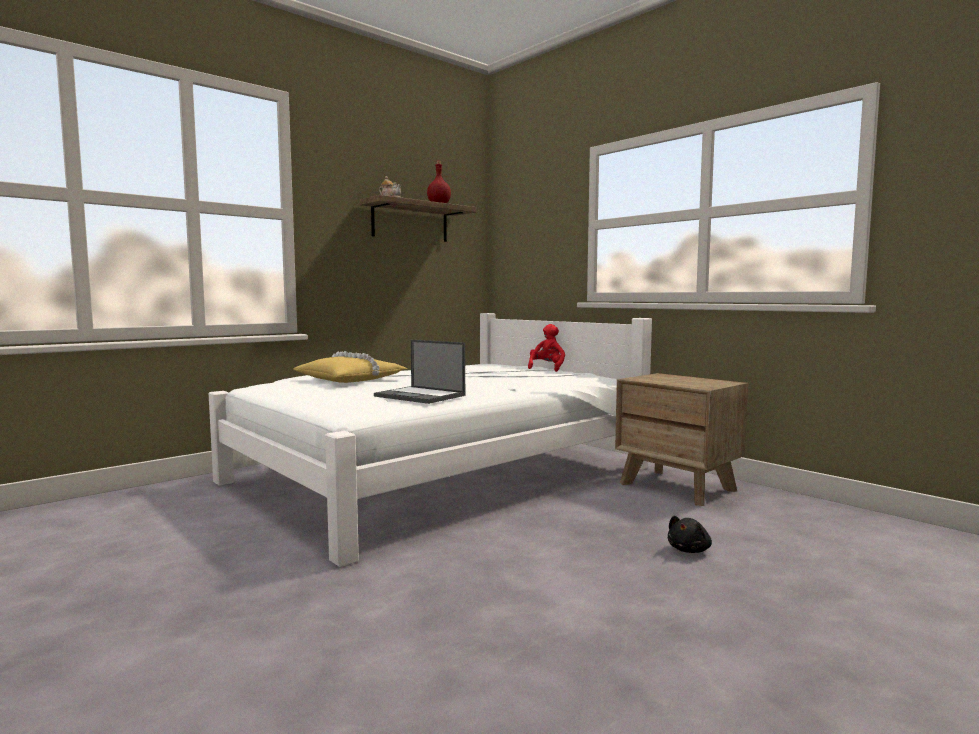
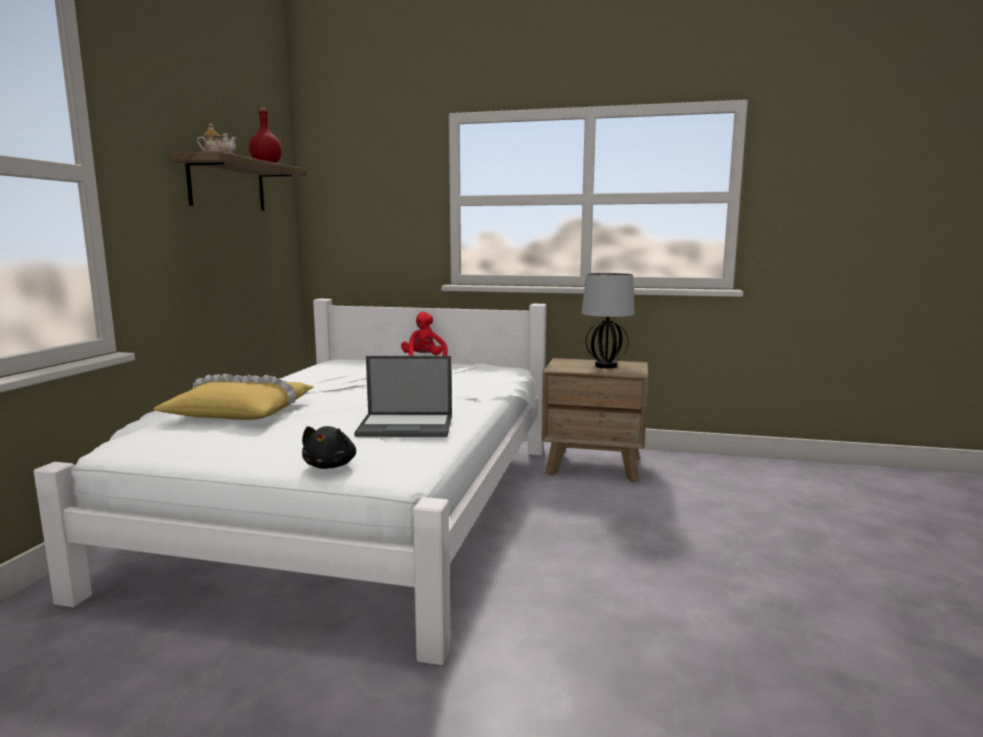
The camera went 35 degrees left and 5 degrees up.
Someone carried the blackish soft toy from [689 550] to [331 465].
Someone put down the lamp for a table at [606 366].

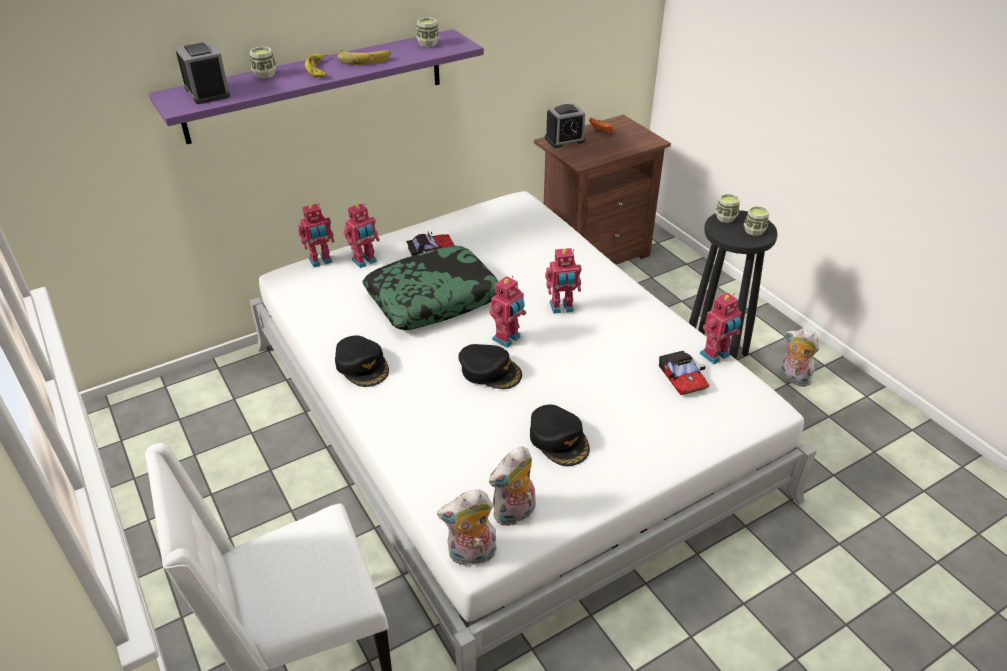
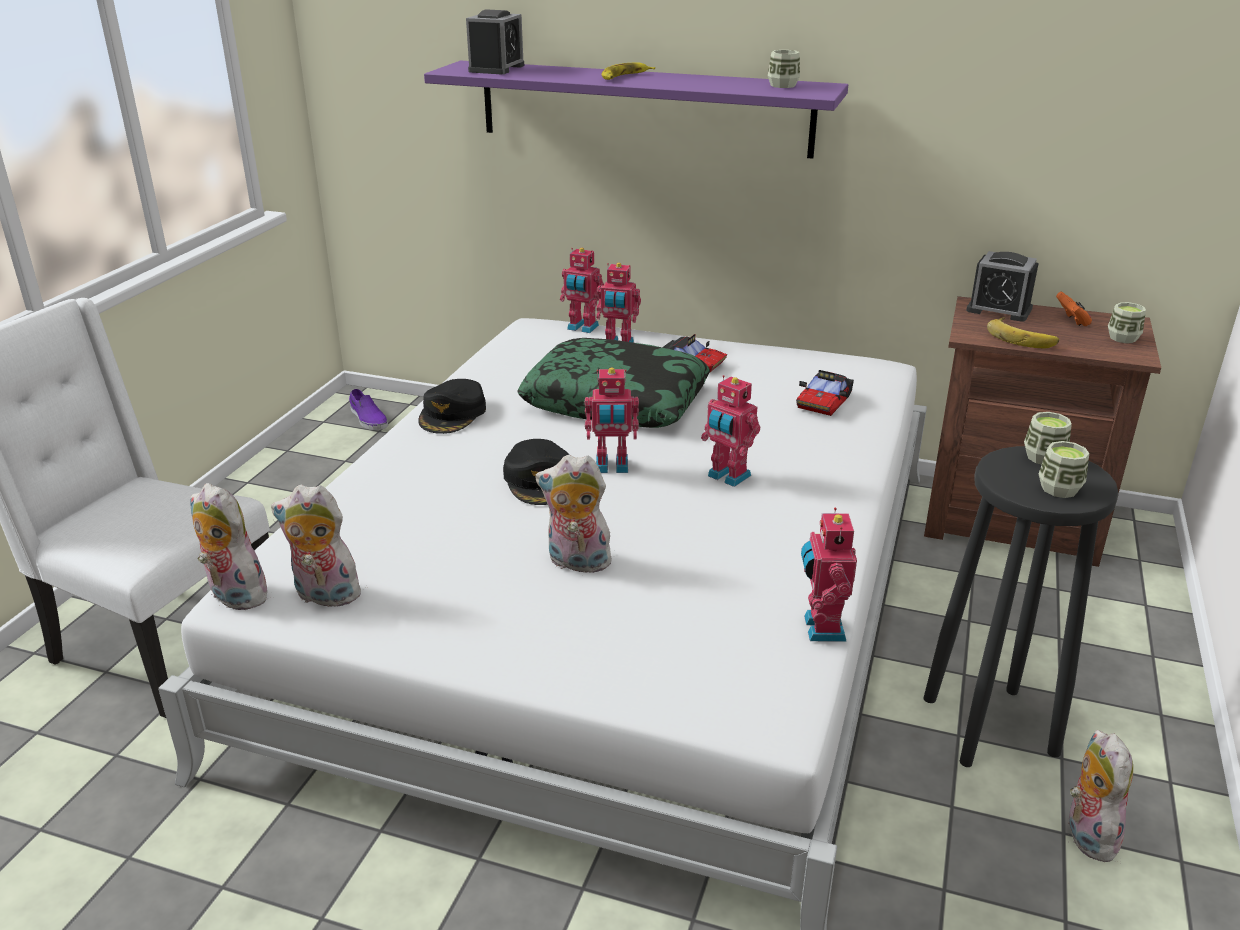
The camera went 50 degrees right and 10 degrees down.
Someone carried the drinking cup from [265 75] to [1122 338].
Someone carried the whole banana from [364 58] to [1022 337].
Someone took away the blackish baseball cap at [559 440].
Someone carried the model car from [682 378] to [824 401].
Someone rotated the model robot at [716 355] by 75 degrees clockwise.
Someone put down the purple-coloured shoe at [368 418].
Someone put down the soft toy at [576 563].

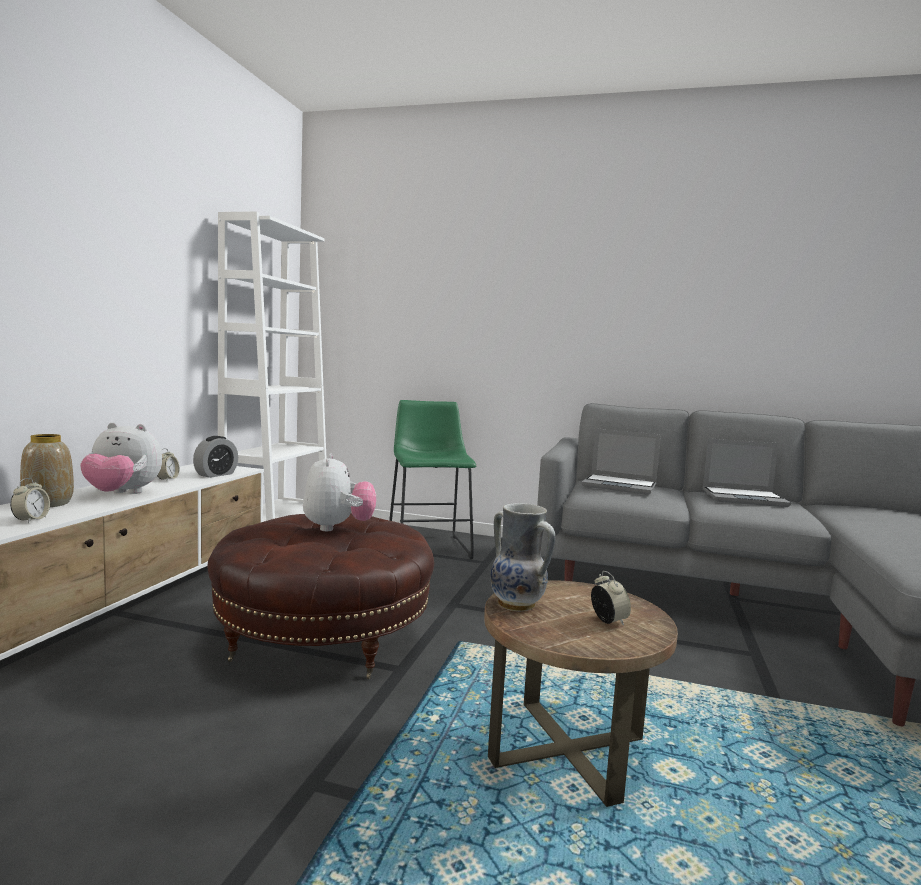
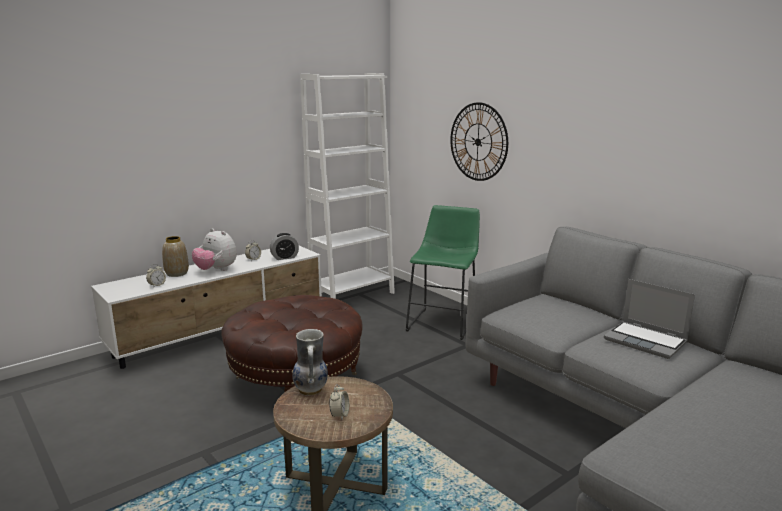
The camera went 35 degrees right and 10 degrees up.
Someone took away the soft toy at [338 528].
Someone took away the notebook computer at [620 486].
Someone put up the hanging clock at [478 142].

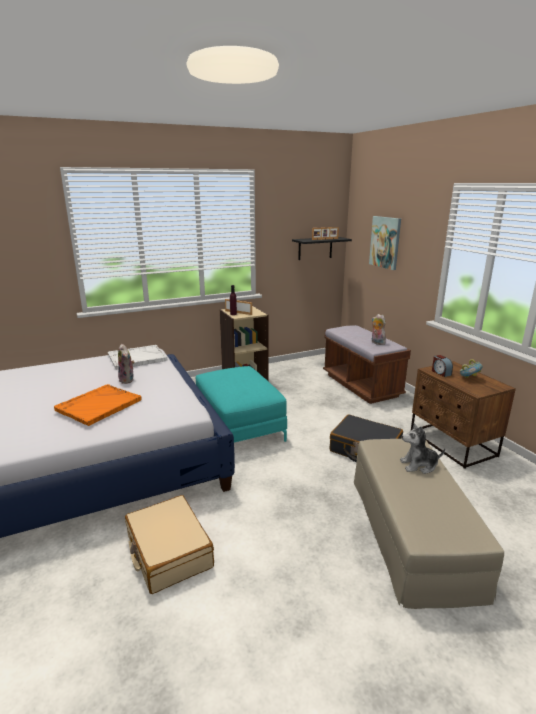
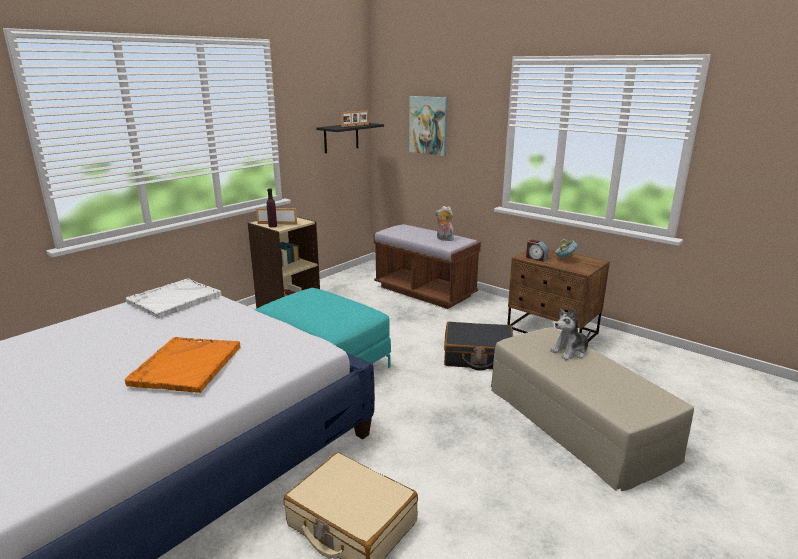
The camera went 25 degrees left and 0 degrees up.
Someone took away the soft toy at [128 380].

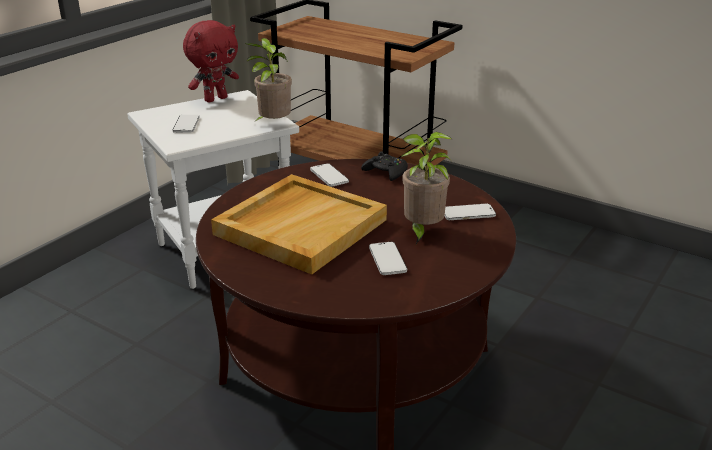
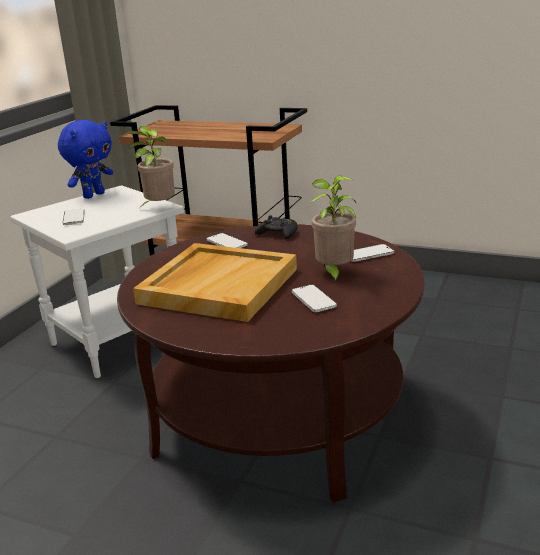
The camera went 10 degrees left and 5 degrees down.
Someone repainted the red soft toy at [215 99], which became the bluish soft toy at [93 195].

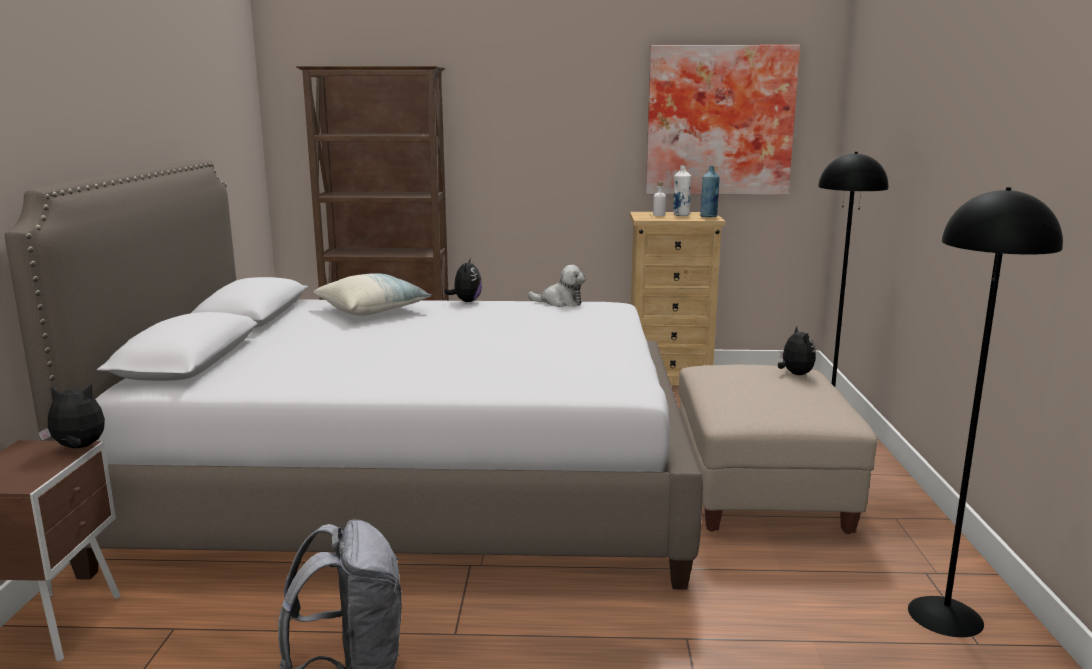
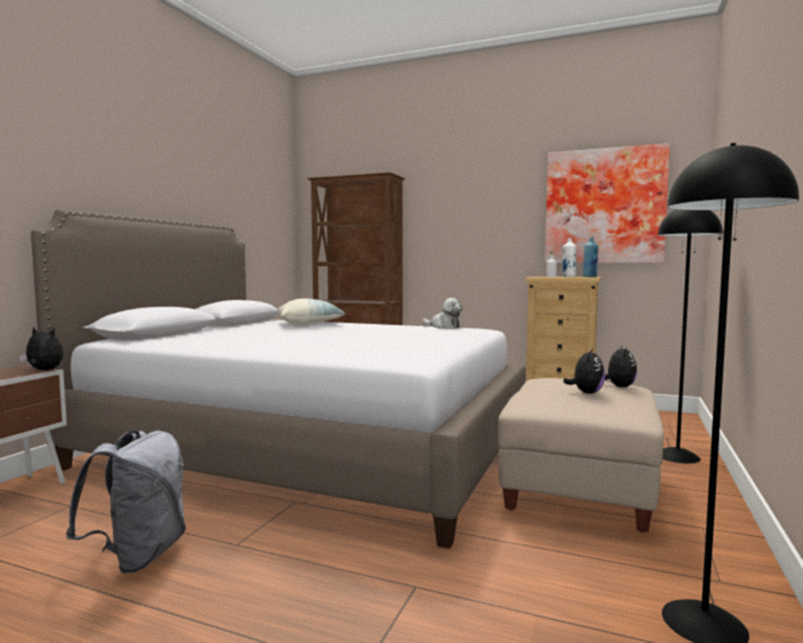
The camera went 20 degrees right and 10 degrees down.
Someone carried the soft toy from [466 301] to [586 393].

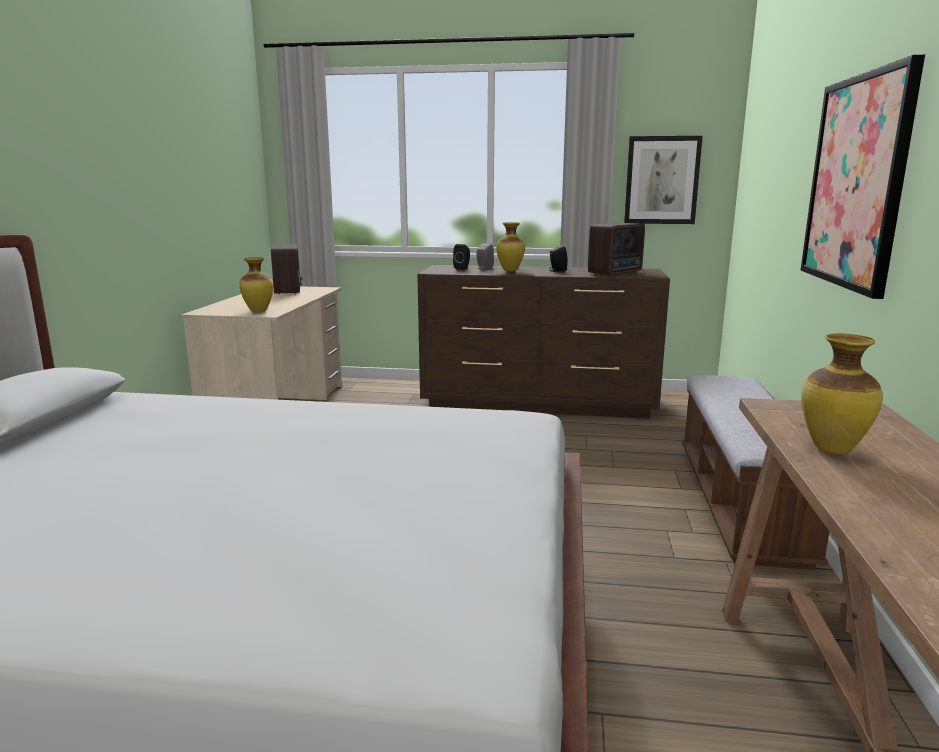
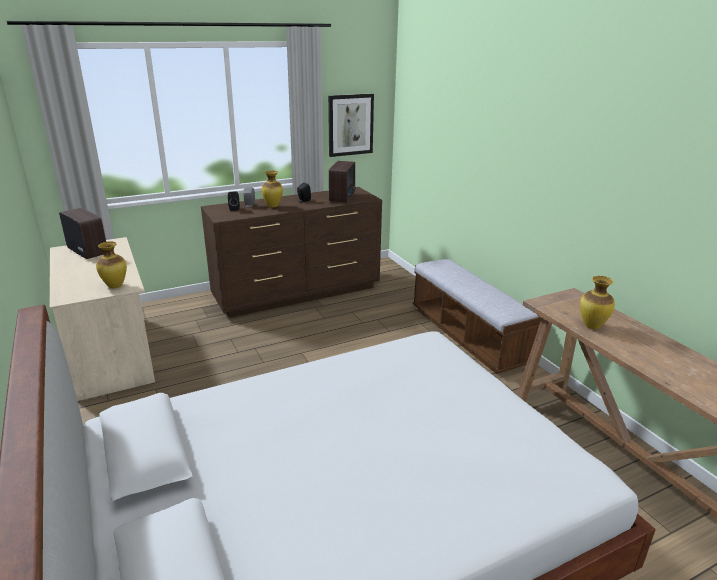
The camera went 35 degrees left and 10 degrees up.
Someone took away the wall art at [856 182].

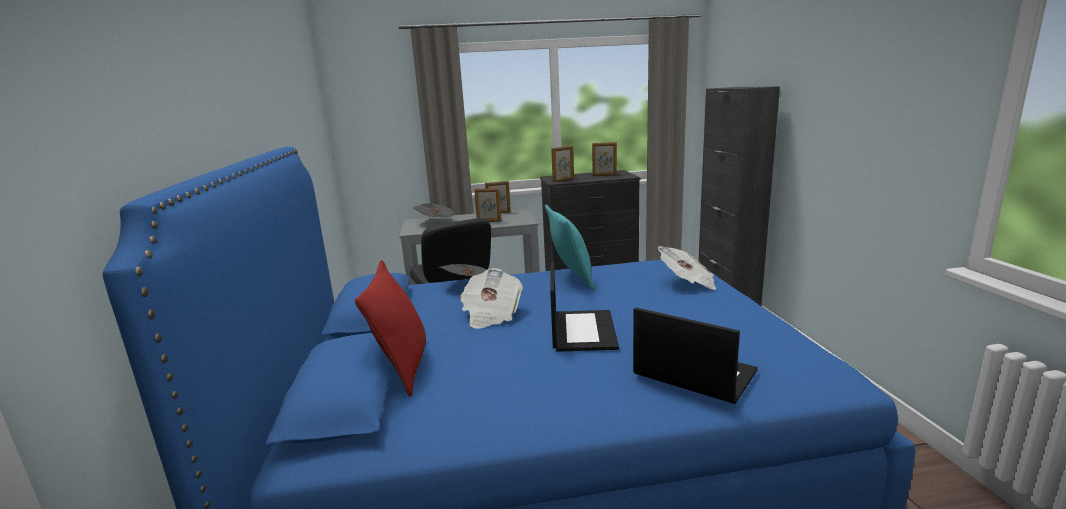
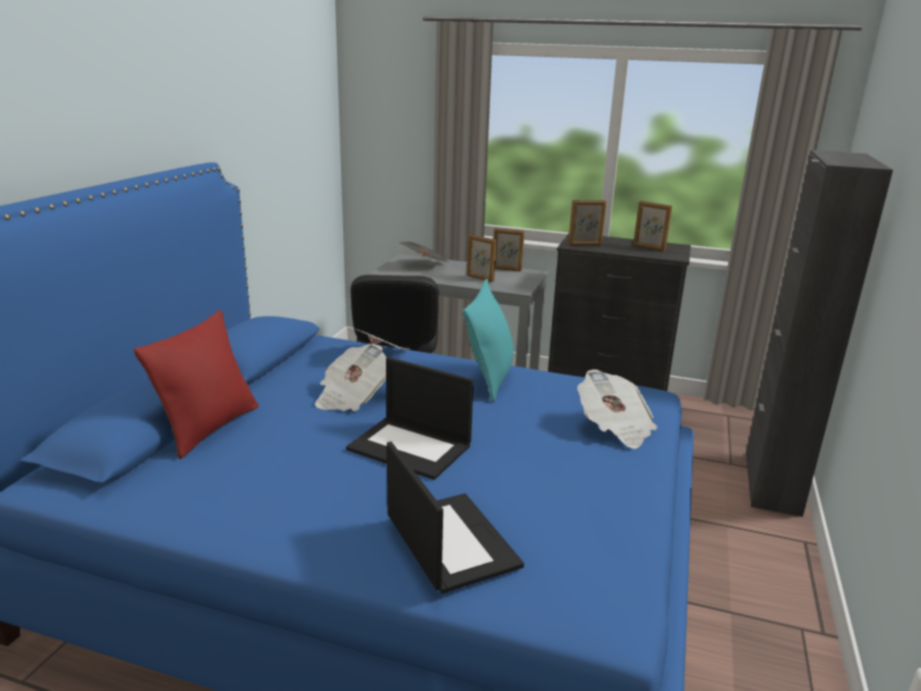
The camera went 25 degrees right and 5 degrees up.
Someone rotated the notebook computer at [582 330] by 90 degrees clockwise.

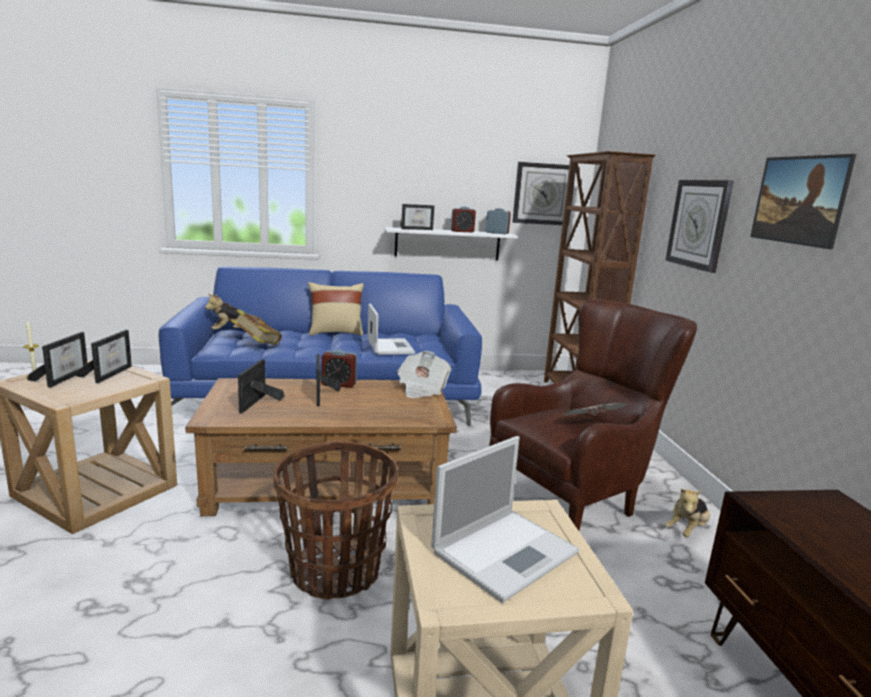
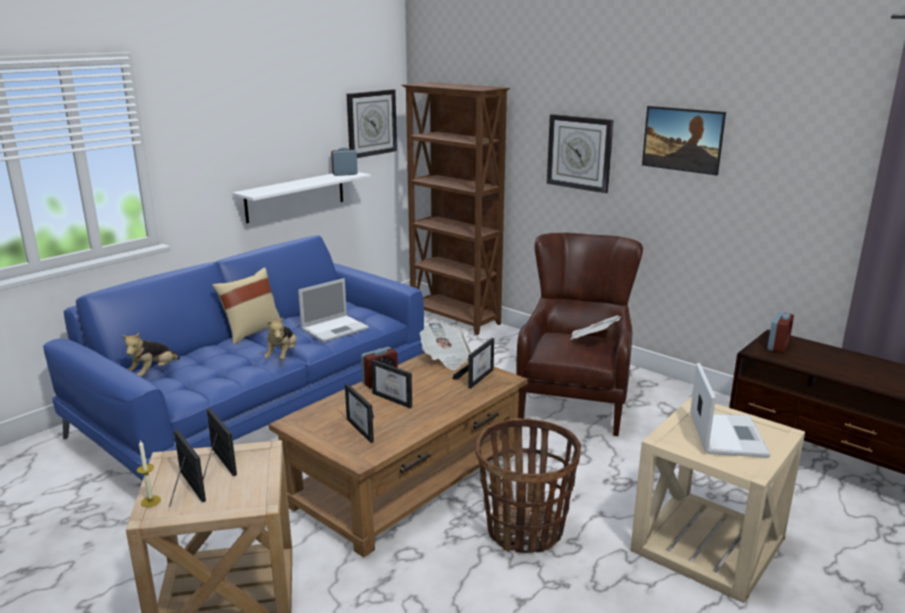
The camera went 40 degrees left and 5 degrees up.
Someone took away the volume at [257 345].
Someone rotated the notebook computer at [389 347] by 105 degrees clockwise.
Someone carried the photo frame from [416 229] to [477 377].
Someone carried the alarm clock from [462 231] to [778 346].
Someone carried the soft toy from [687 530] to [282 356].

